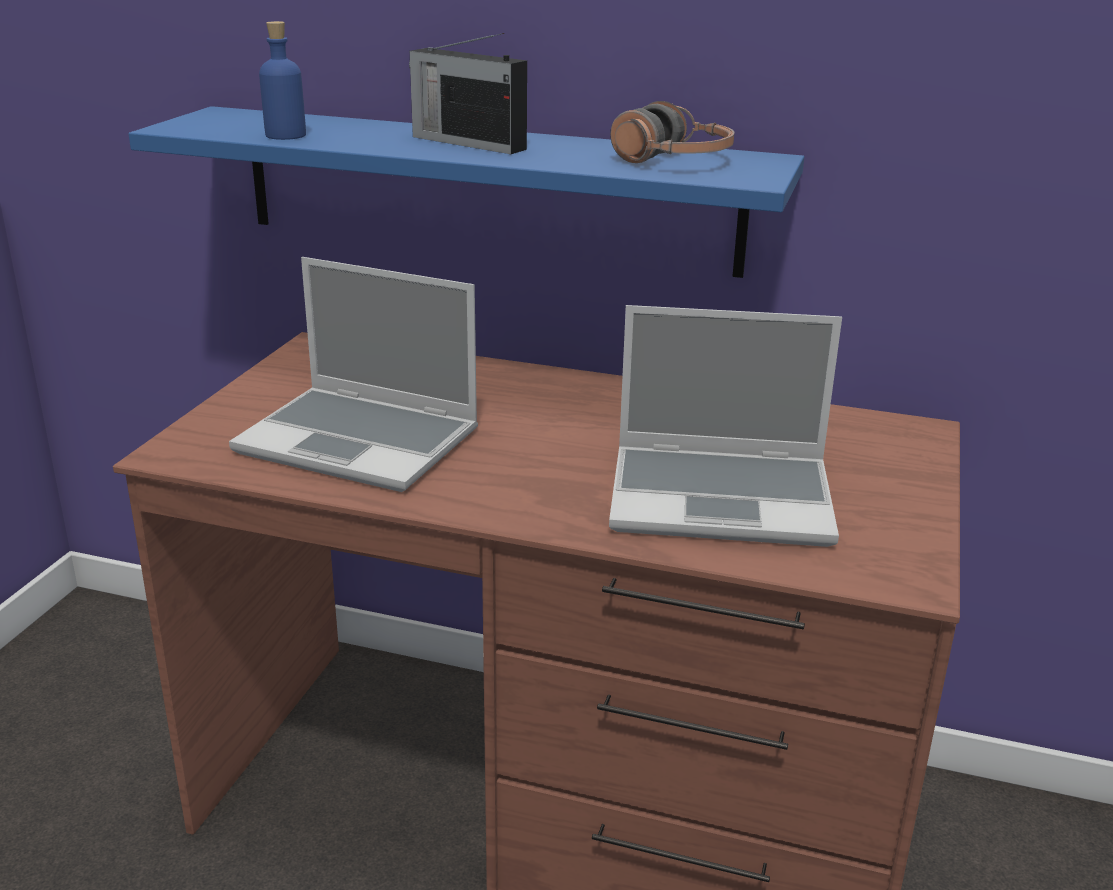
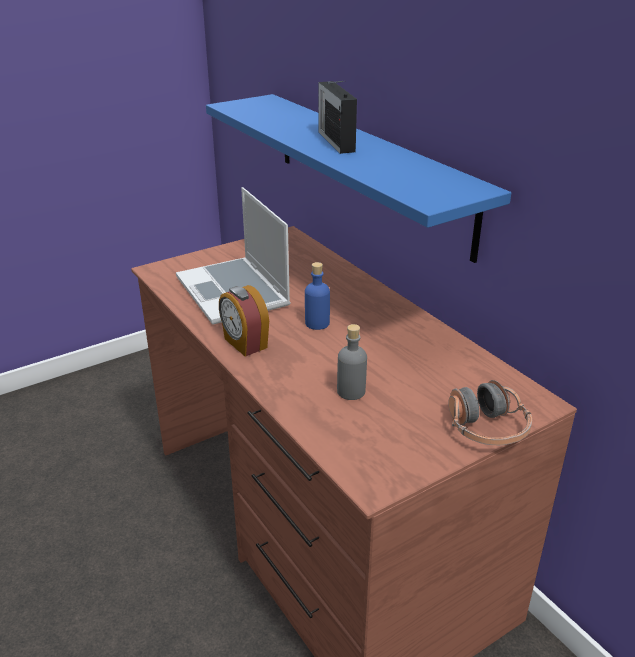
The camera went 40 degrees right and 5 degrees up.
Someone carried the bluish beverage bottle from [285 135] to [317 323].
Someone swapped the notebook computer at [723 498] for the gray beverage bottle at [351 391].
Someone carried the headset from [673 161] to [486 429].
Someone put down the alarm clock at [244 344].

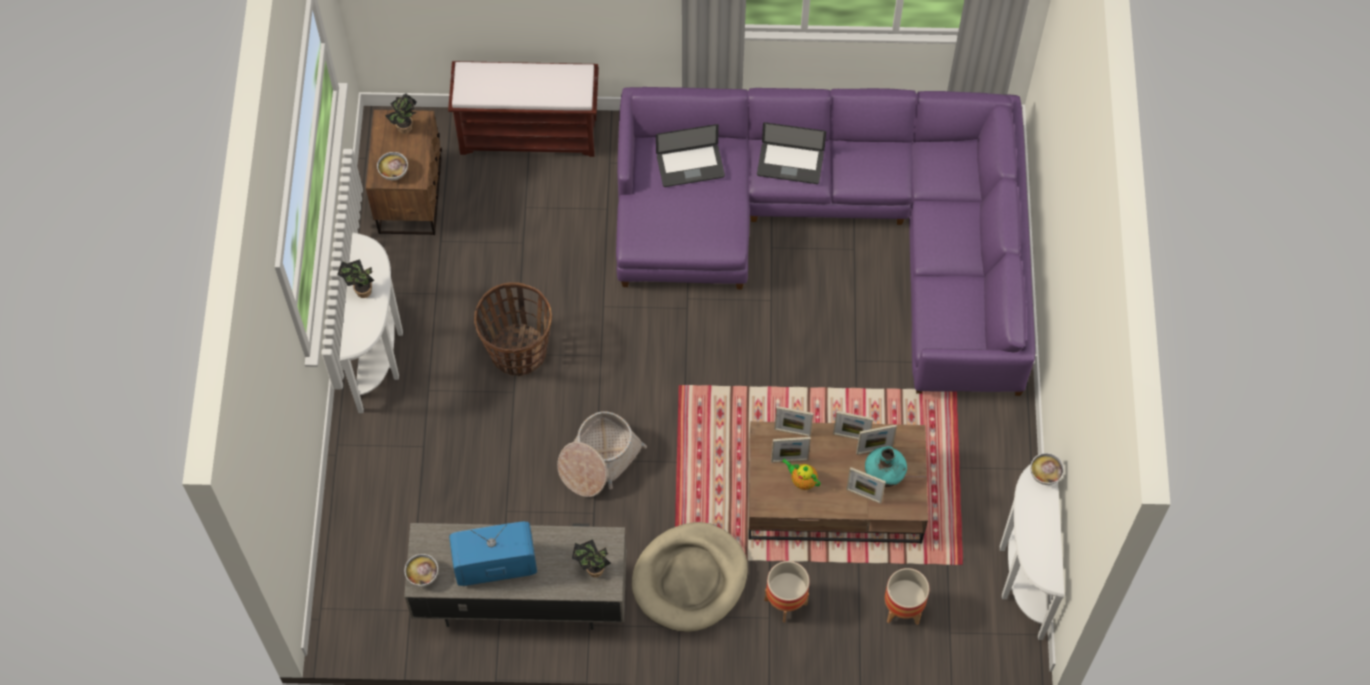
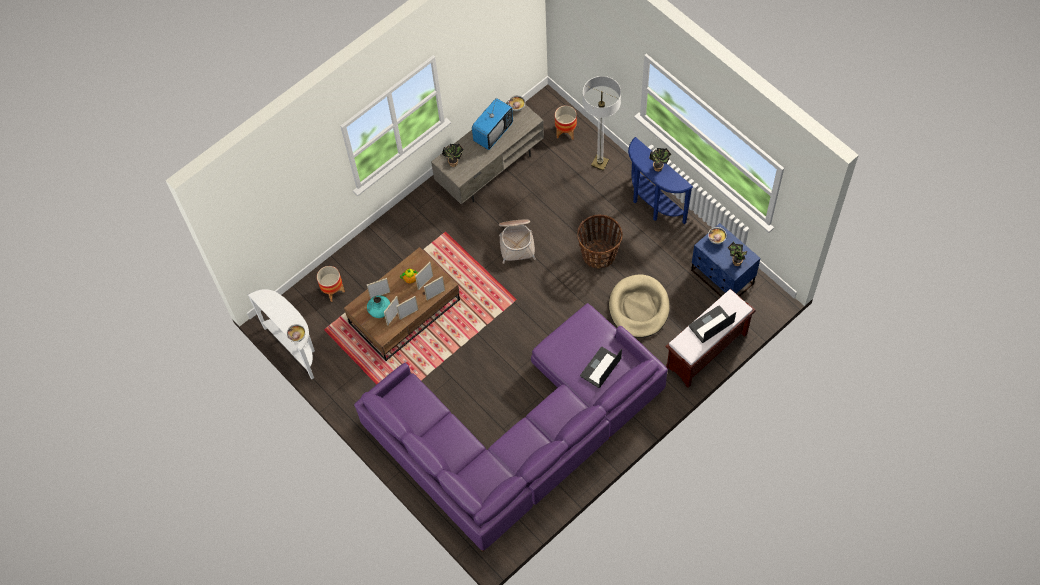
The camera went 140 degrees right and 0 degrees up.
Someone repainted the white-coloured narrow table at [381 353], which became the bluish narrow table at [652 205].
Someone repainted the brown nightstand at [411 195], which became the bluish nightstand at [722 278].
Someone carried the beige-coloured pet bed from [690 579] to [639 308].
Someone carried the notebook computer from [790 164] to [711 325].
Someone carried the plant pot from [786 602] to [565 132].
Someone put down the standing lamp at [600 163].

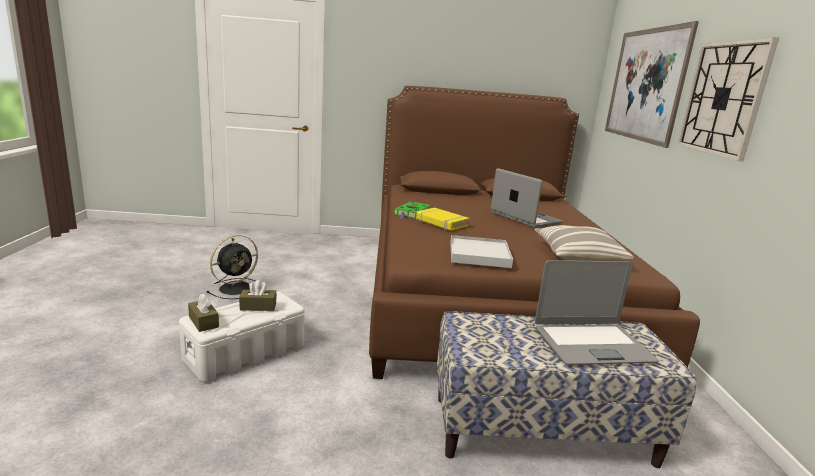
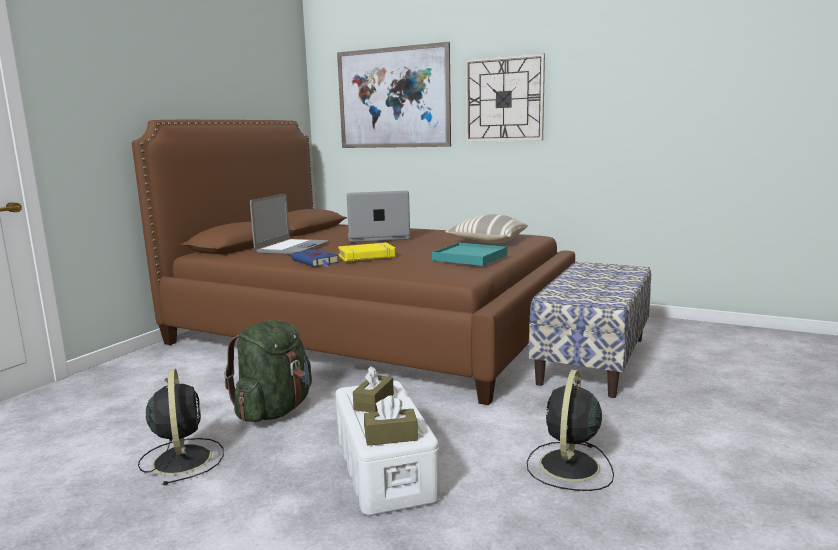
The camera went 60 degrees left and 5 degrees down.
Someone repainted the green volume at [412 213], which became the bluish volume at [316 261].
Someone repainted the white-coloured tray at [479 254], which became the turquoise tray at [470 257].
Someone carried the notebook computer from [591 345] to [292 248].
Someone put down the green rucksack at [274 411].
Someone put down the blackish cooling fan at [569 467].

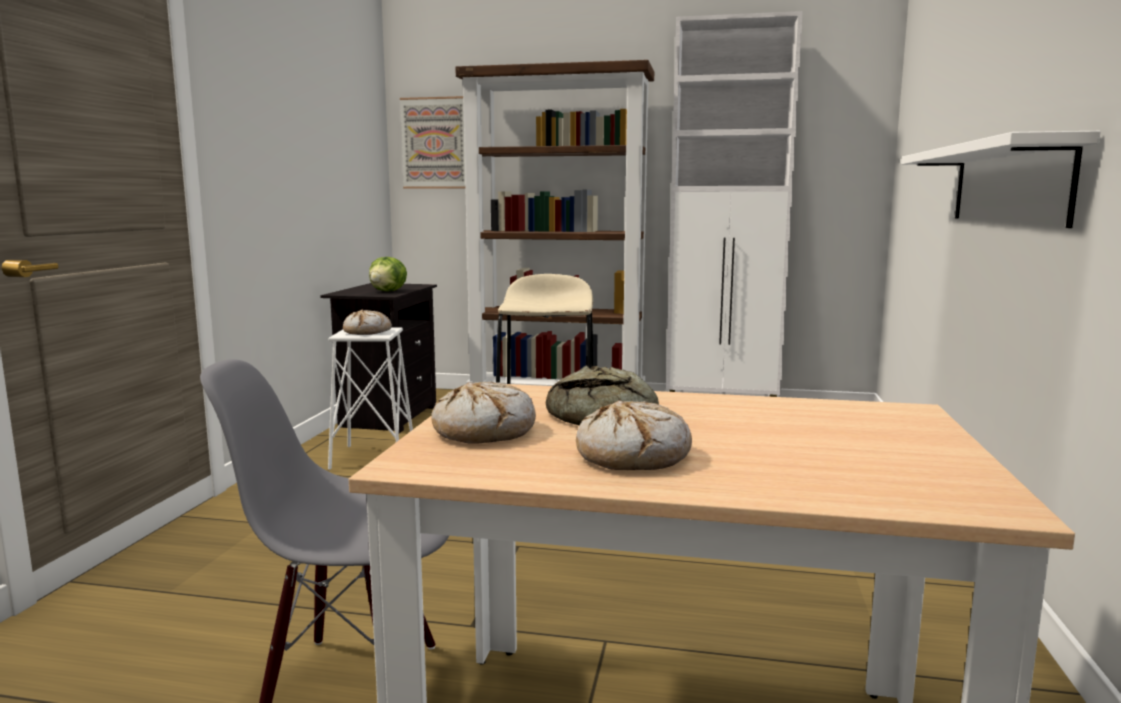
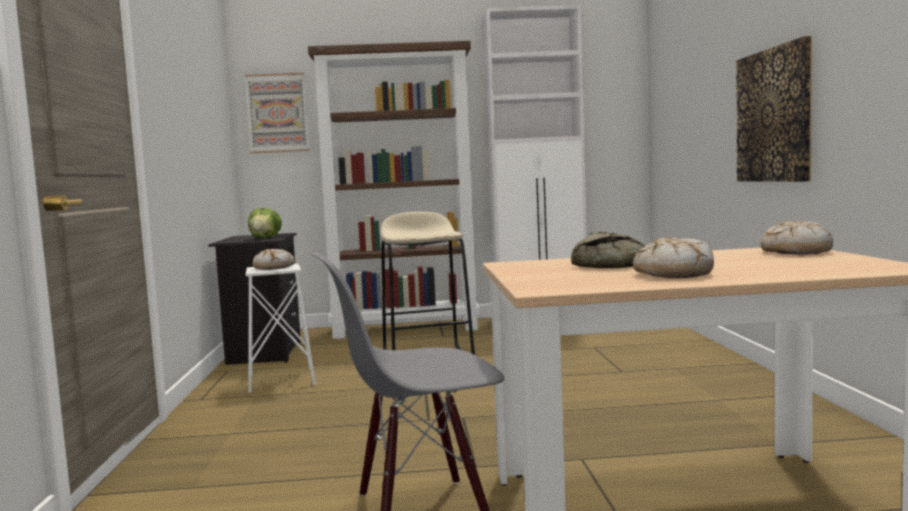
The camera went 15 degrees left and 5 degrees down.
Someone carried the baked bread from [485 430] to [795 252].
Someone swapped the white-coloured bracket shelf at [1007 184] for the wall art at [774 115].

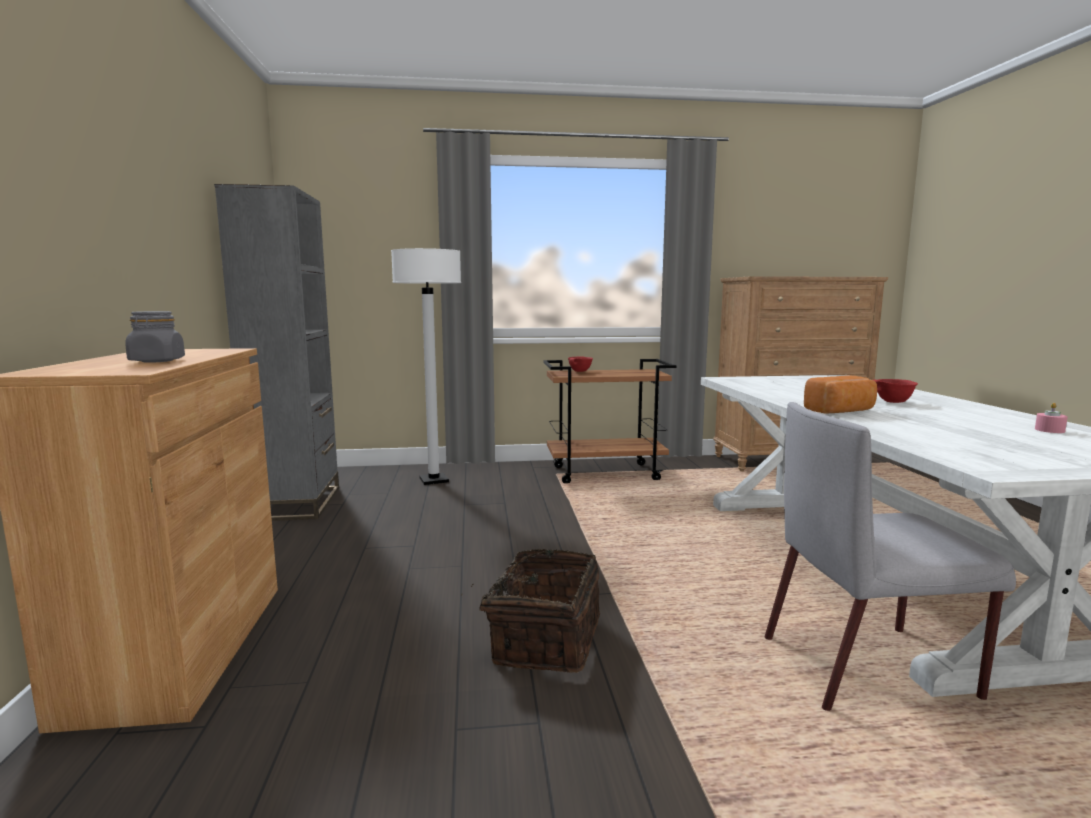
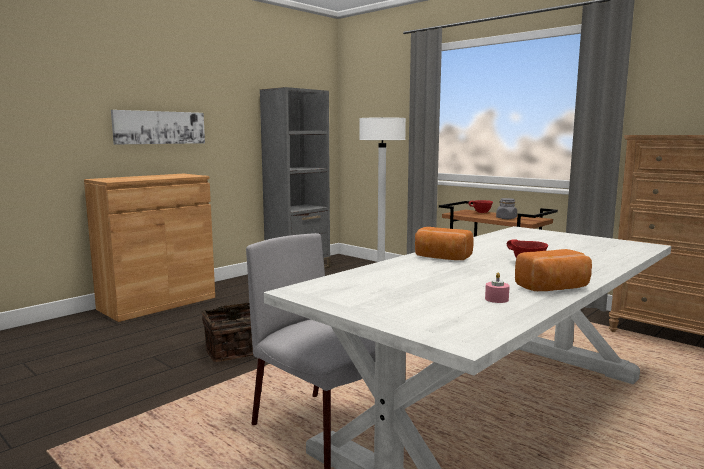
The camera went 50 degrees right and 0 degrees up.
Someone carried the gray storage jar from [157 361] to [506 218].
Someone put up the wall art at [159 127].
Someone put down the baked bread at [554 288].

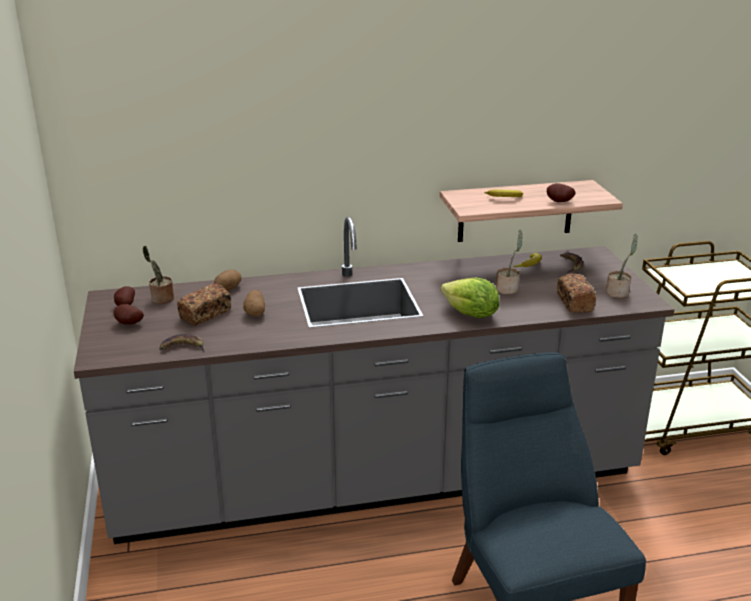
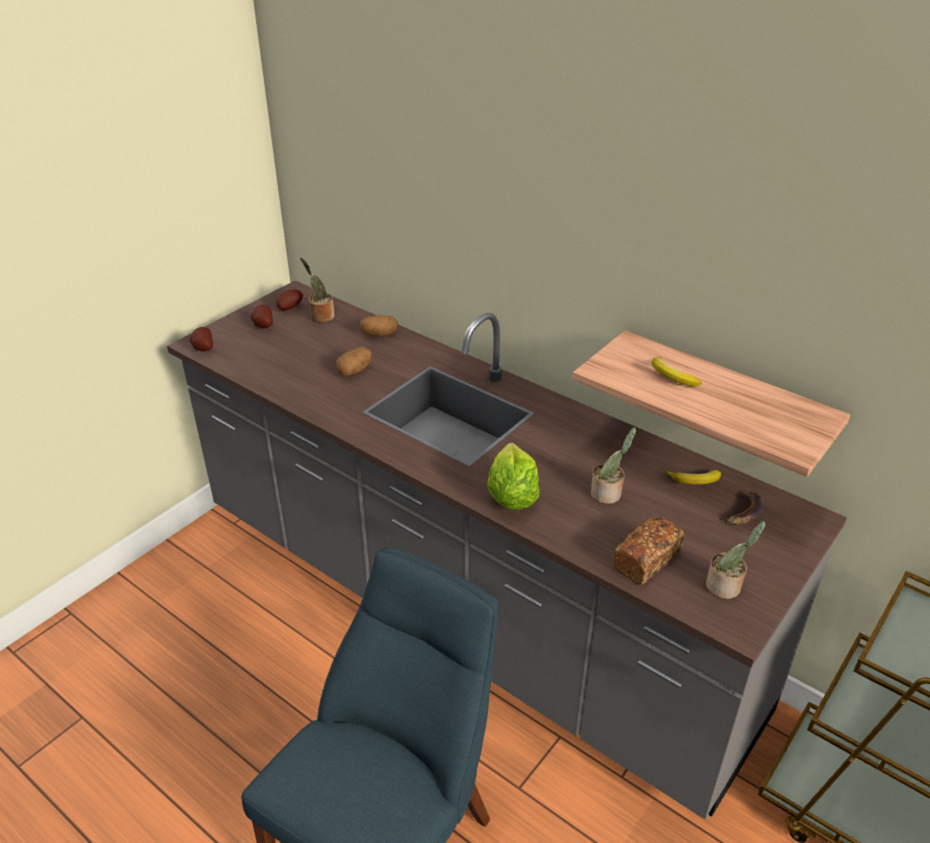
The camera went 50 degrees right and 10 degrees up.
Someone took away the whole banana at [182 347].
Someone took away the baked bread at [205 314].
Someone carried the spud from [559 202] to [202 349].

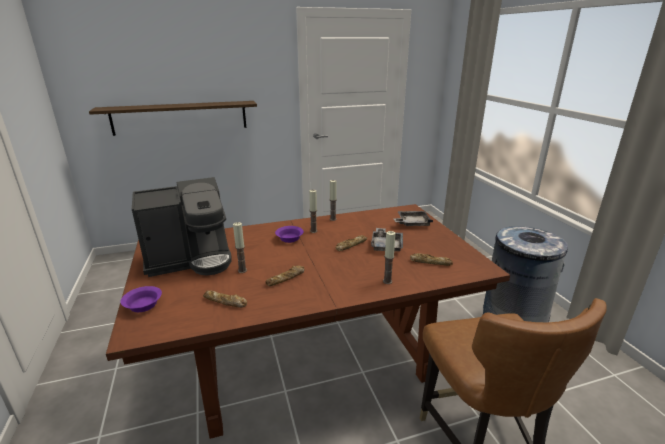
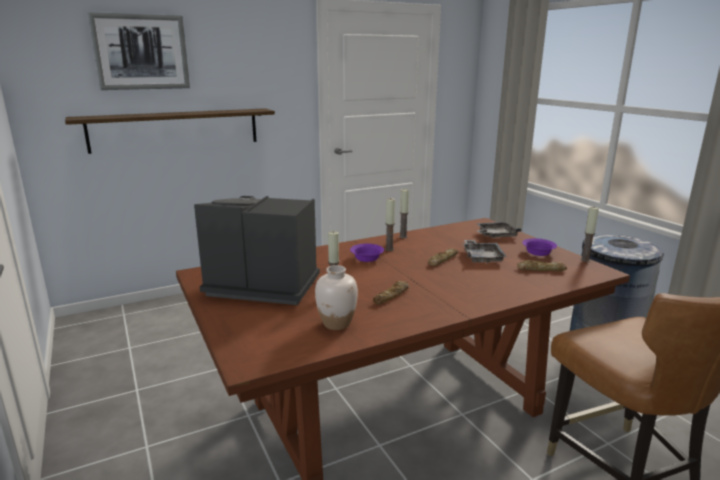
The camera went 10 degrees left and 5 degrees down.
Someone carried the purple-coloured bowl from [142 306] to [537 253].
Someone rotated the coffee maker at [191 259] by 135 degrees counterclockwise.
Someone swapped the baked bread at [225 302] for the white-coloured vase at [337 323].
Someone carried the candle from [387 281] to [585 260].
Someone put up the wall art at [141 52].

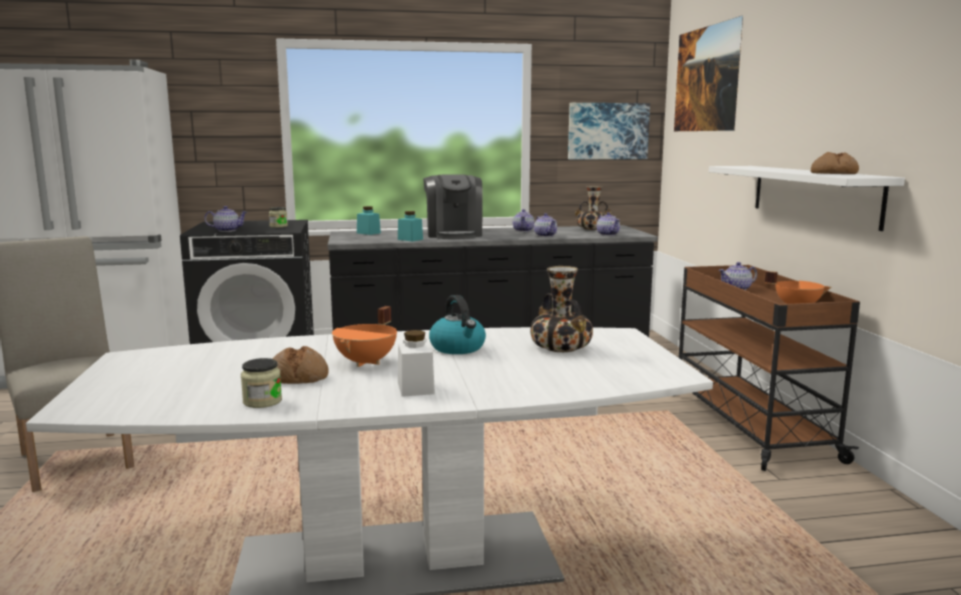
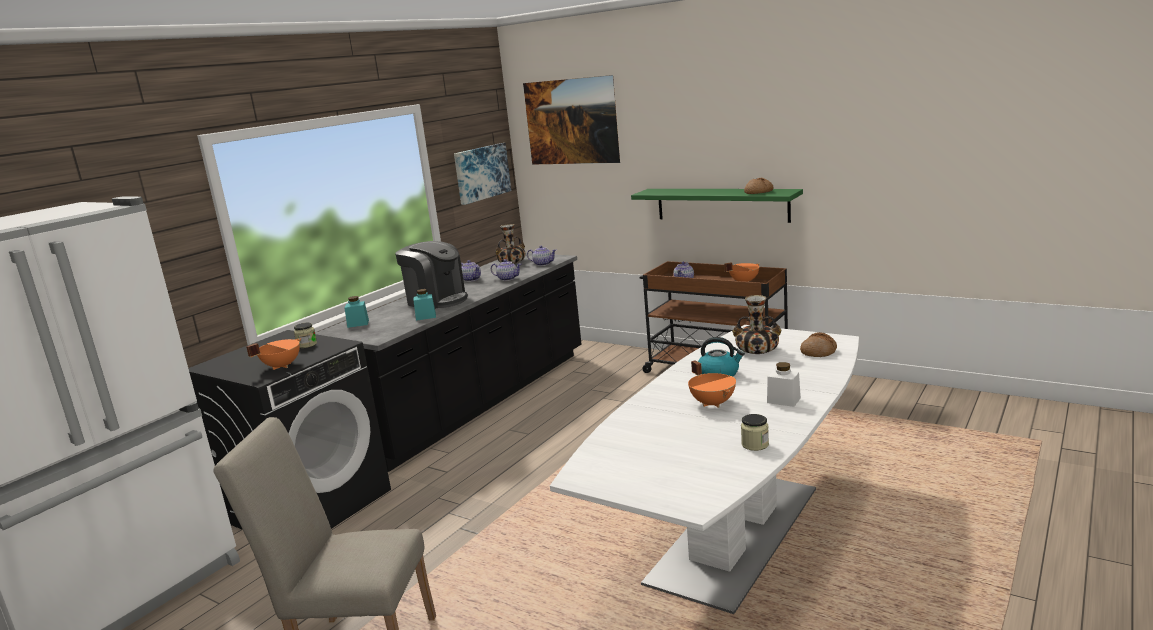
The camera went 45 degrees left and 5 degrees up.
Someone swapped the tea pot at [227 230] for the orangey stockpot at [281 366].
Someone carried the baked bread from [299 376] to [818 352].
Someone repainted the white-coloured bracket shelf at [813 194], which became the green bracket shelf at [721 204].

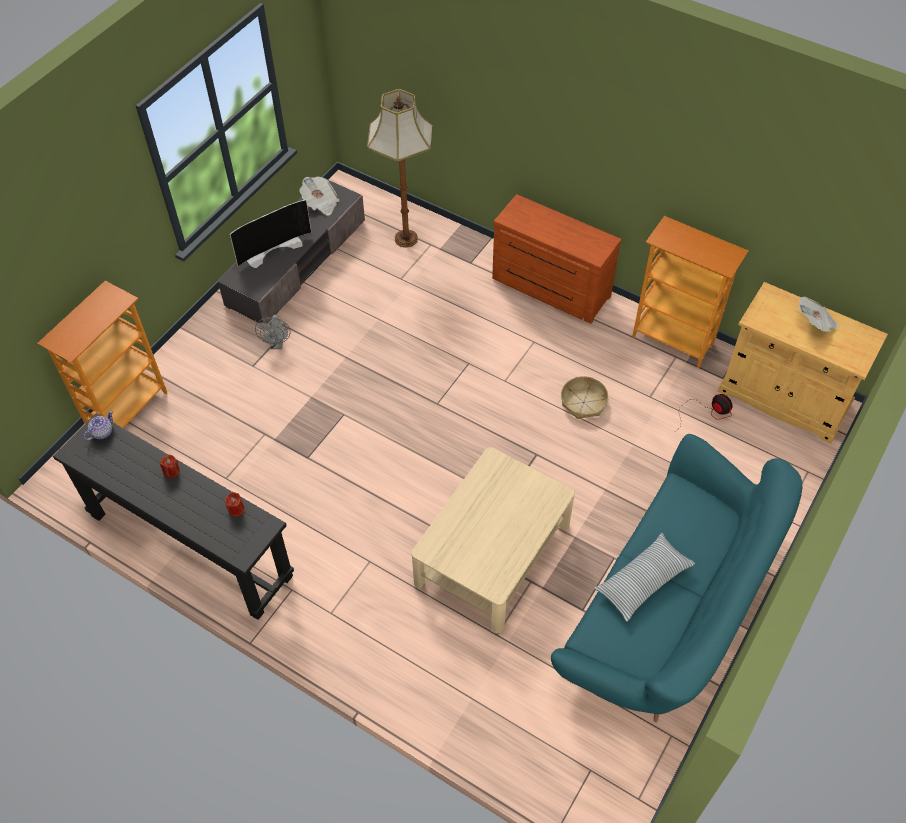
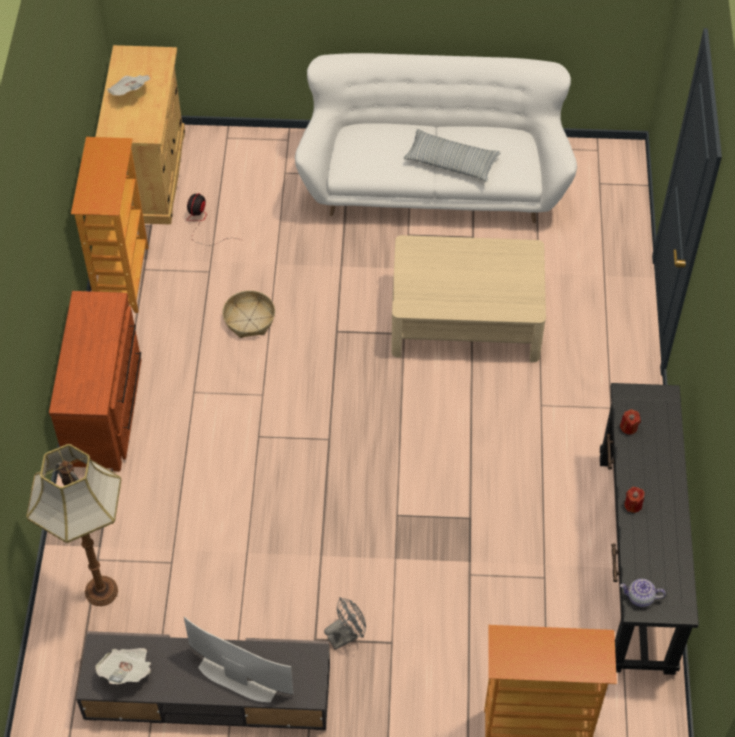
The camera went 120 degrees left and 0 degrees up.
Someone repainted the turquoise settee at [668 612], which became the white-coloured settee at [433 183].

